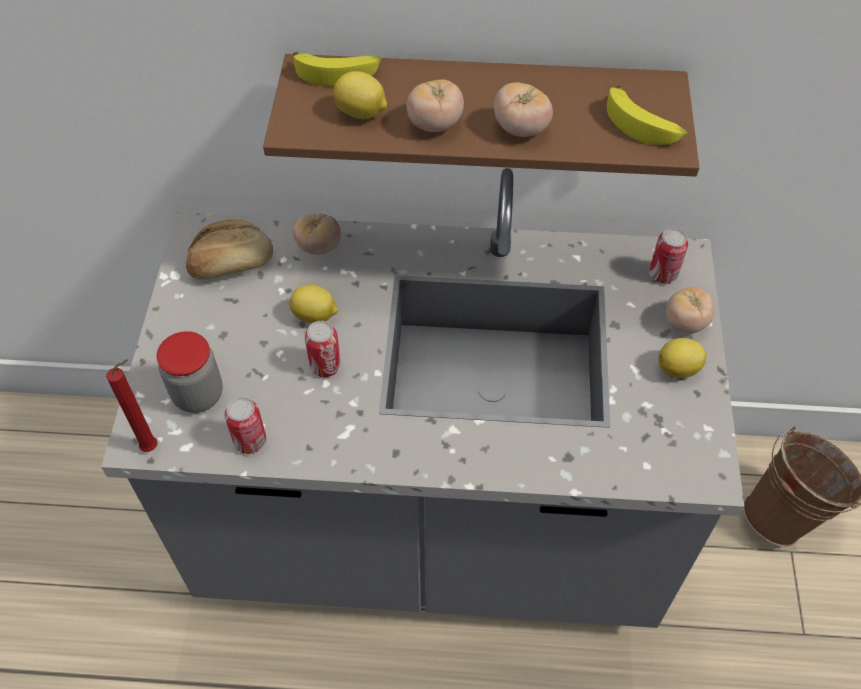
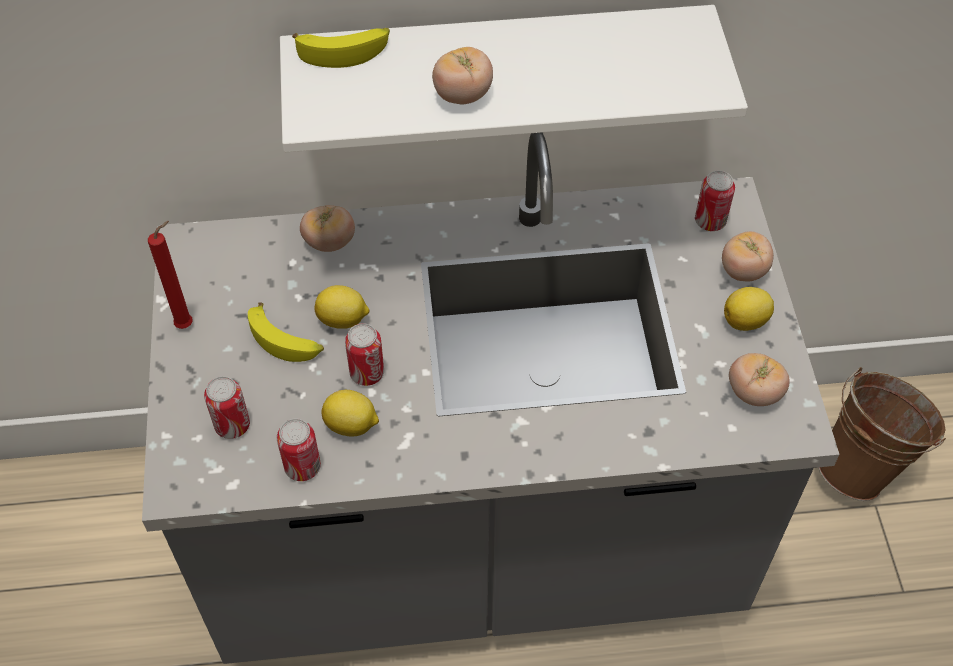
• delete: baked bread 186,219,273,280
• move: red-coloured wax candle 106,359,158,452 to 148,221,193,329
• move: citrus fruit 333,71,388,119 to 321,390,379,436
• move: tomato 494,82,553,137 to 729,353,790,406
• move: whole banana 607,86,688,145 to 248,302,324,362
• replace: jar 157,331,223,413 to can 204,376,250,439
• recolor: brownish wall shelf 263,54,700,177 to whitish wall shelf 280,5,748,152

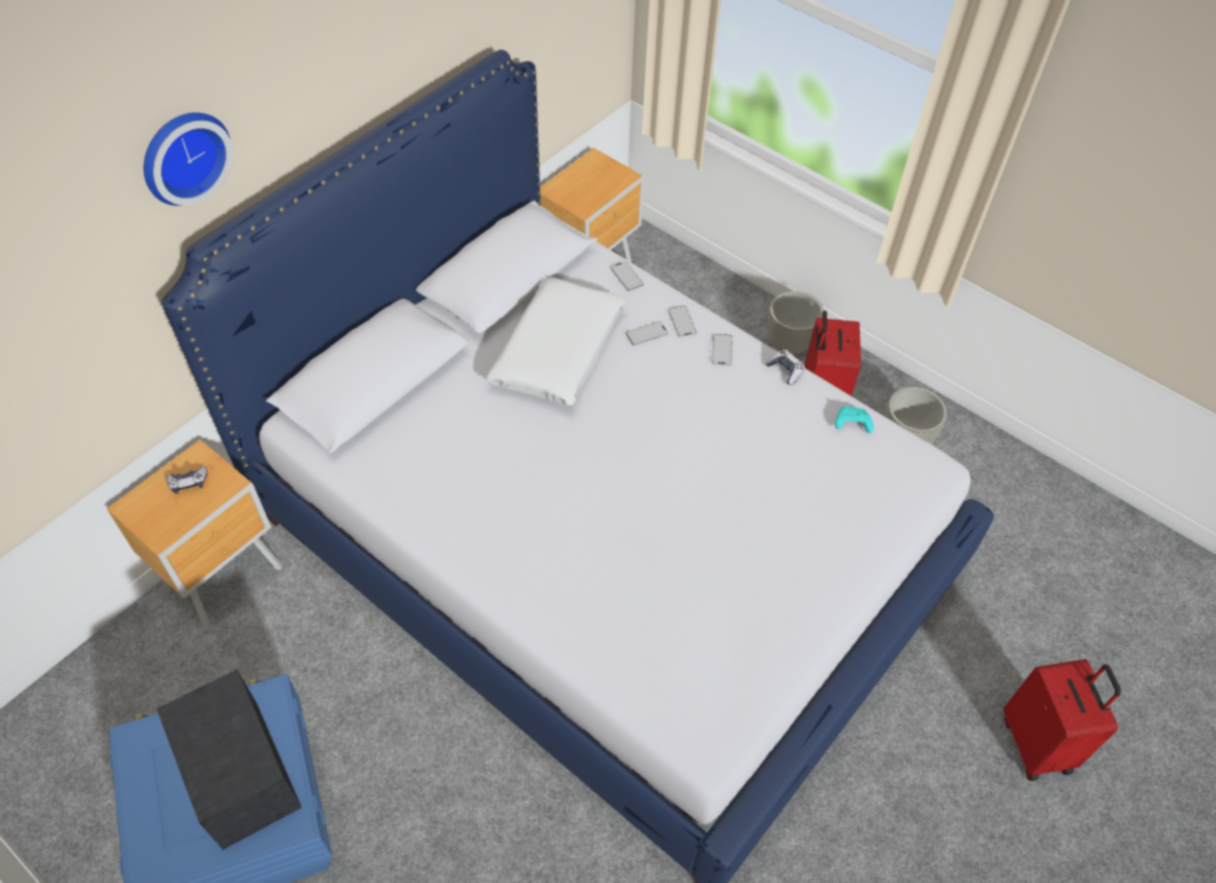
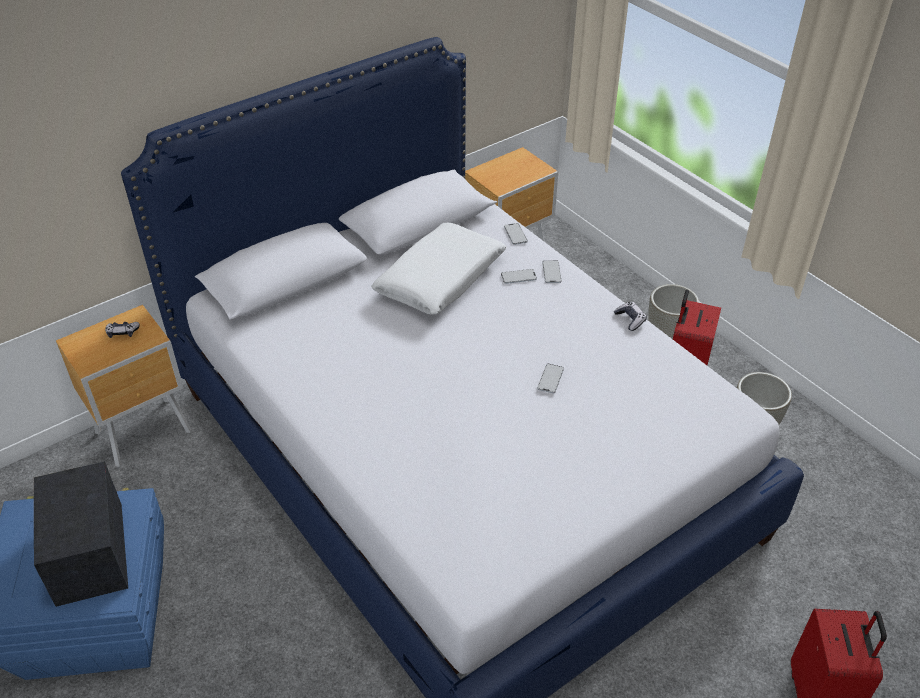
• delete: hanging clock 144,112,233,206
• delete: blue-green game controller 835,406,874,433
• move: handset 712,334,732,366 to 537,364,564,393

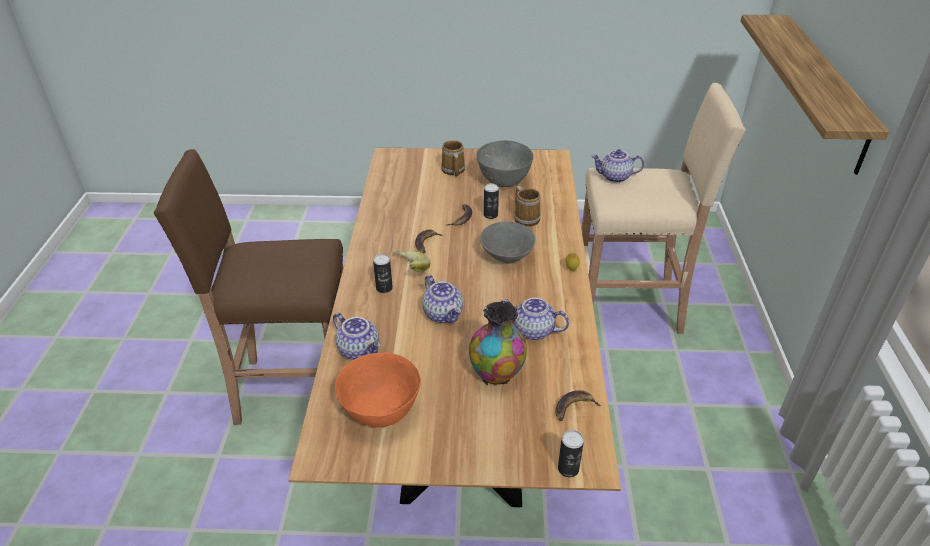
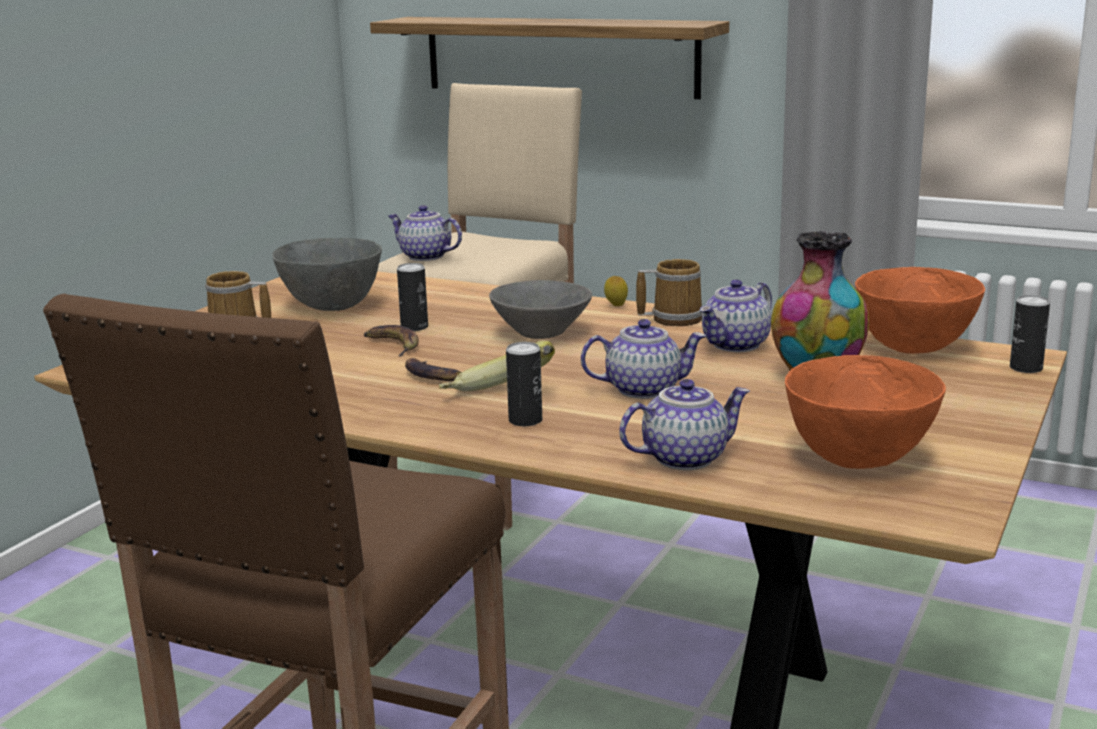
• move: mug 514,186,541,227 to 636,259,702,326
• replace: whole banana 555,390,602,421 to orange-coloured serving bowl 855,267,985,354
• rotate: tea pot 591,149,644,183 = 388,205,462,261 90 degrees clockwise

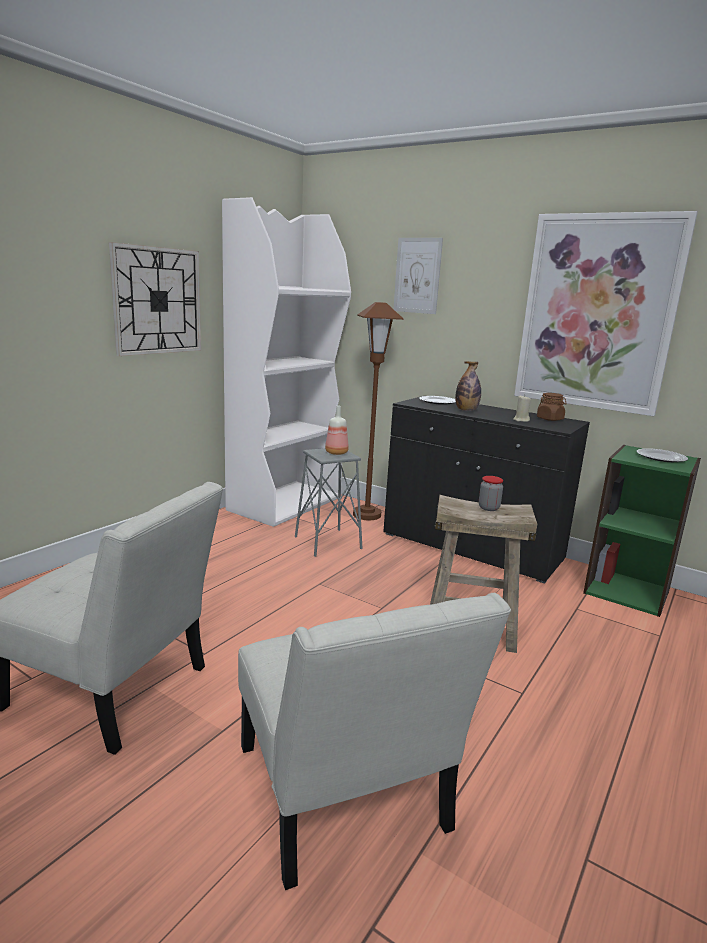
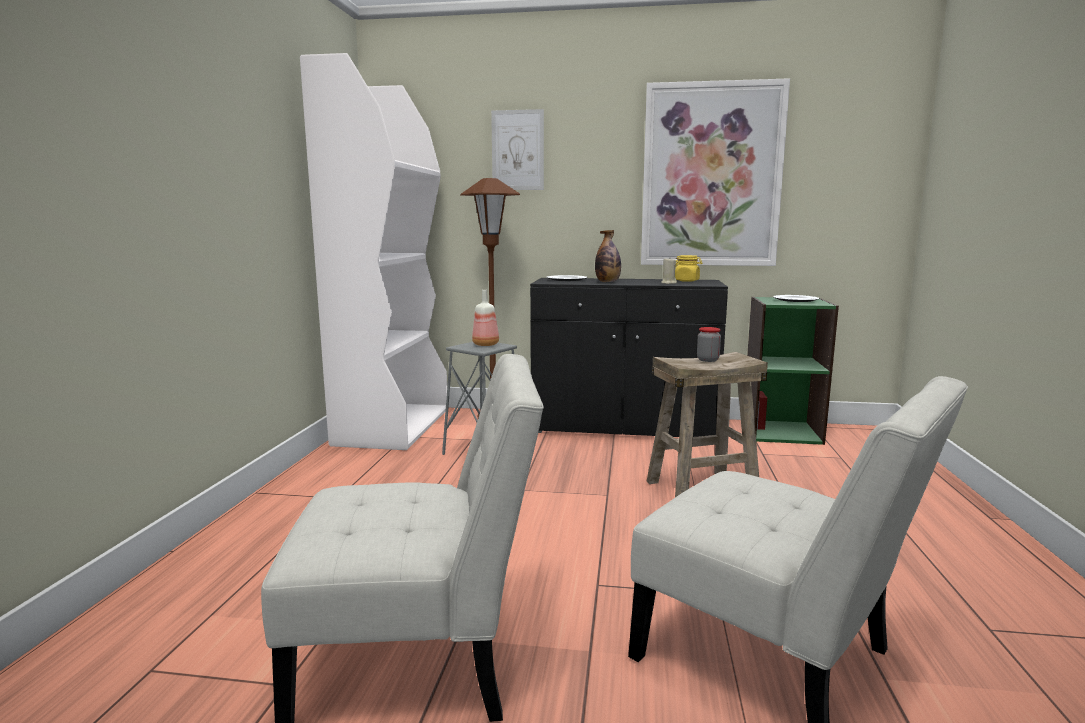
• delete: hanging clock 109,242,201,356
• recolor: brownish jar 537,393,567,421 to yellowish jar 675,255,703,282

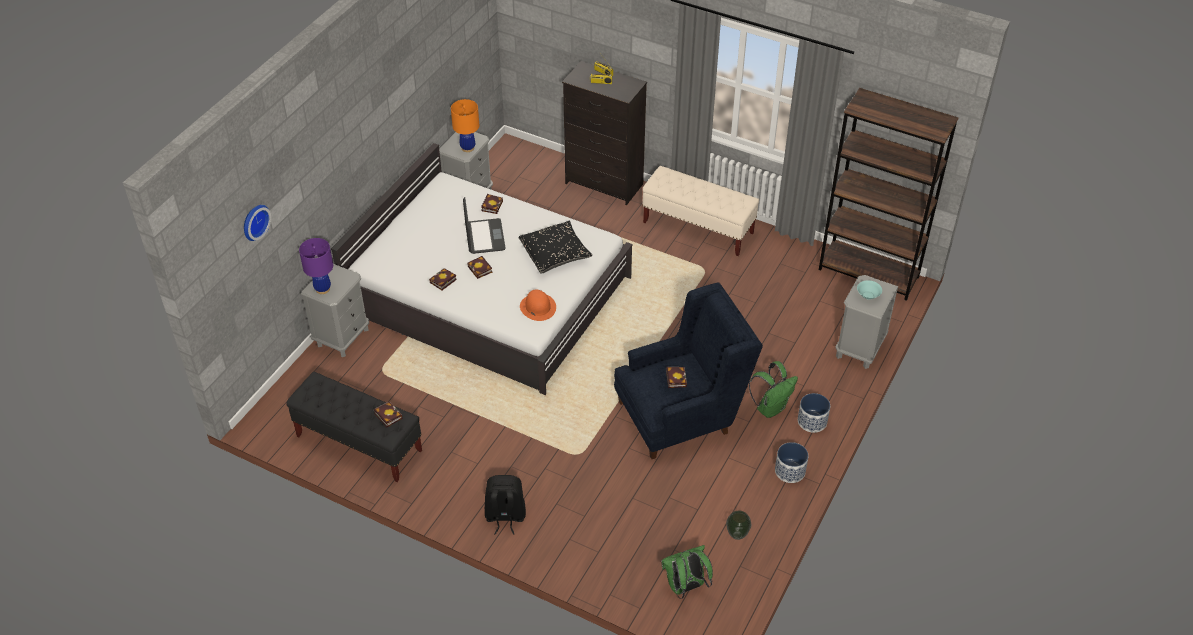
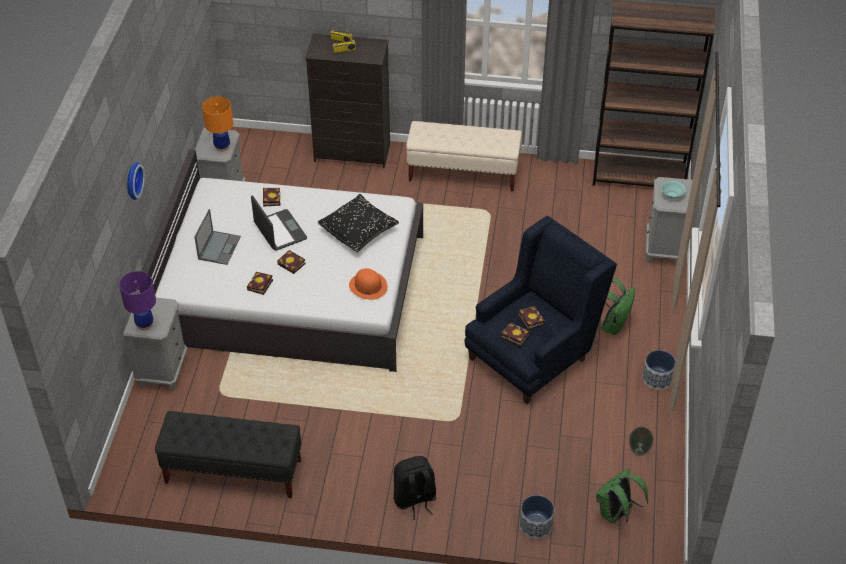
• insert: laptop 194,209,241,265
• move: hanging clock 244,205,271,241 to 127,162,145,200
• move: book 374,401,402,427 to 501,323,530,347
• move: plant pot 798,393,830,433 to 520,495,554,539

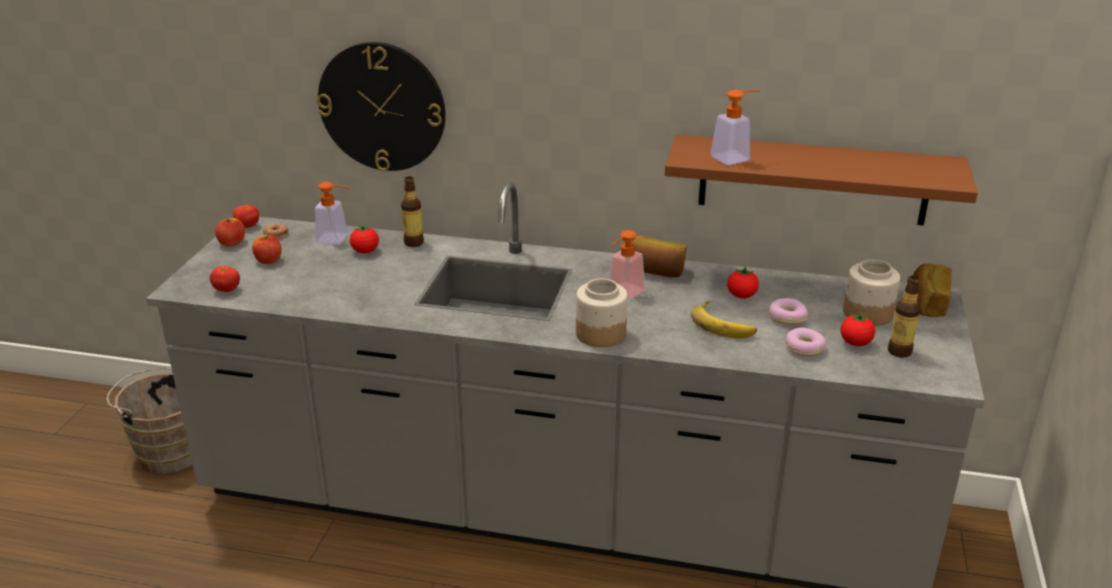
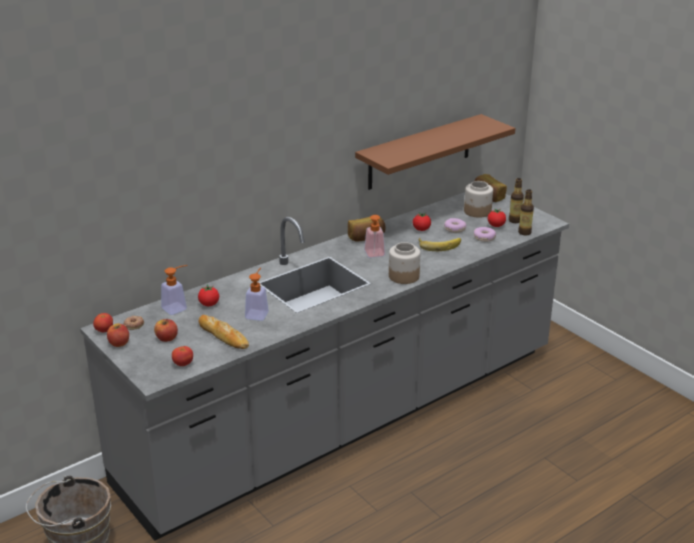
• delete: hanging clock 317,42,446,171
• insert: baked bread 199,315,249,349
• move: drink bottle 401,176,424,247 to 518,189,534,236
• move: liquid soap bottle 710,90,760,165 to 245,268,269,321

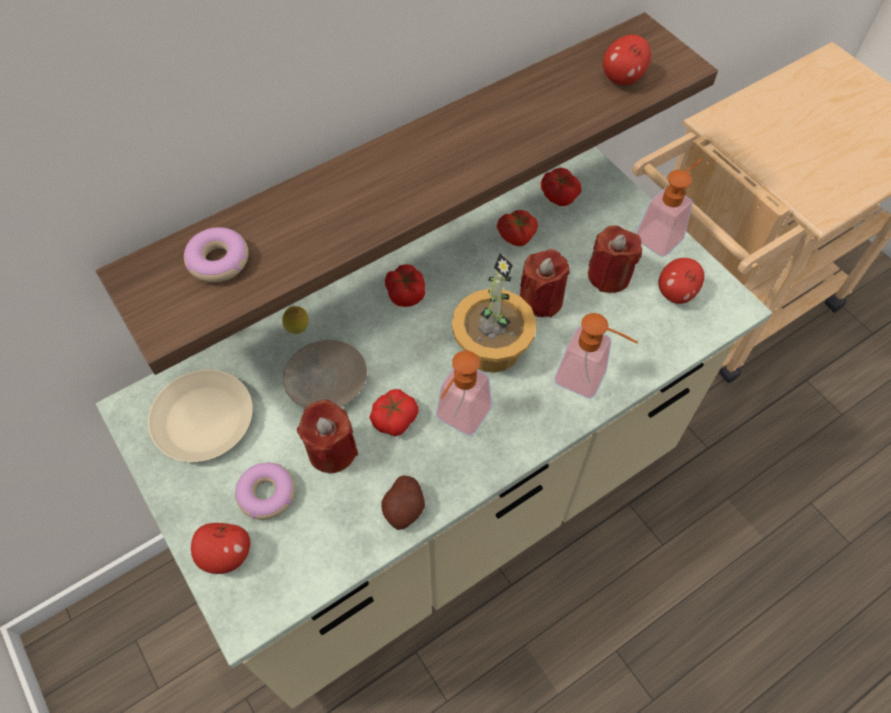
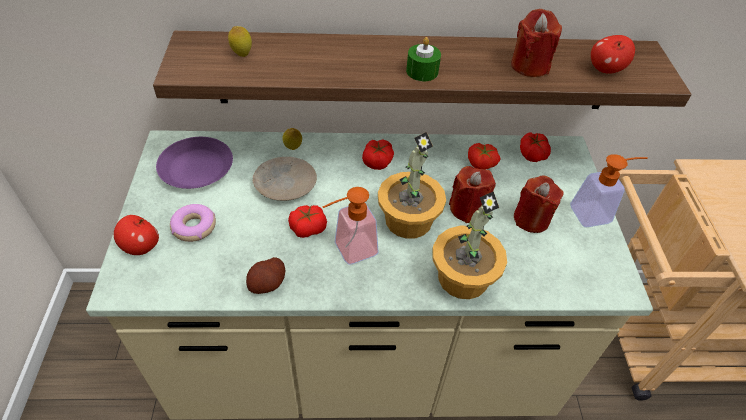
• delete: apple fruit 658,258,704,304
• insert: green-coloured wax candle 406,37,441,81
• move: red-coloured wax candle 297,400,358,474 to 511,9,562,77
• replace: ring doughnut 184,227,249,283 to citrus fruit 228,26,252,57
• replace: liquid soap bottle 554,313,638,398 to houseplant 432,191,507,299
• recolor: beige-coloured dinner plate 148,370,253,462 to purplish dinner plate 156,137,233,189

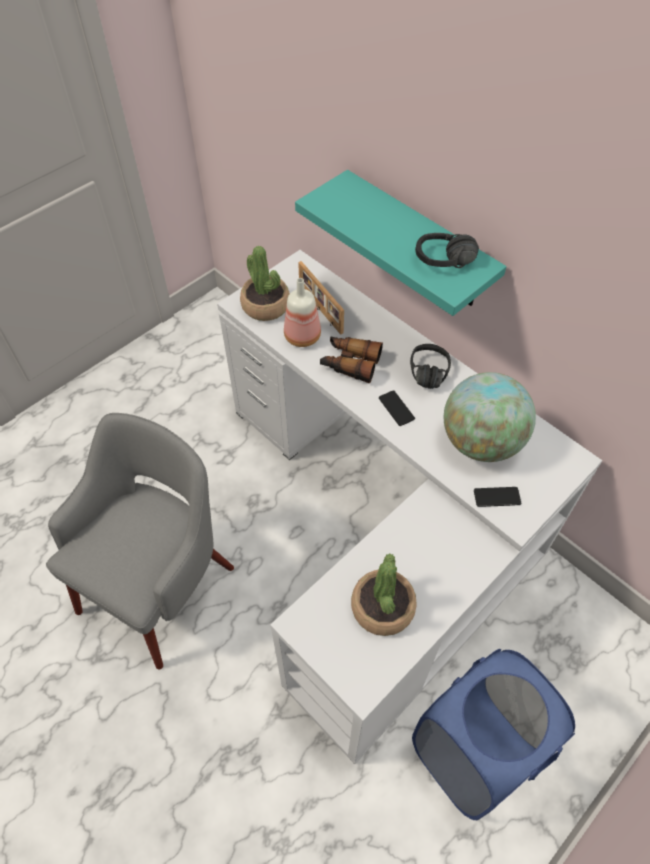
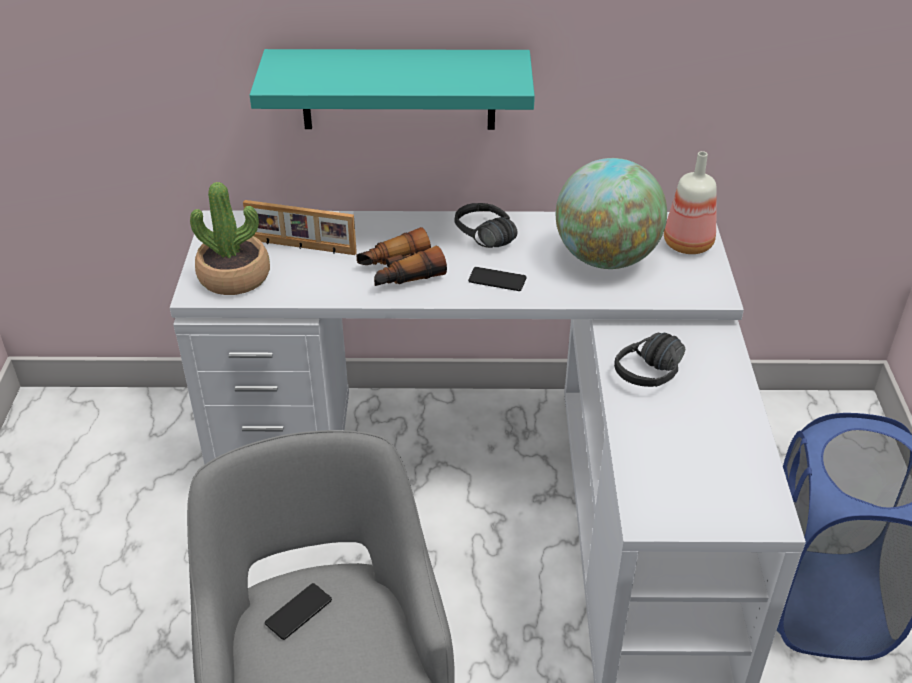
• delete: houseplant 351,553,417,636
• move: drink bottle 284,278,321,347 to 664,151,717,254
• move: blackish headphones 415,233,479,268 to 614,333,685,387
• move: handset 474,487,521,507 to 265,583,332,640

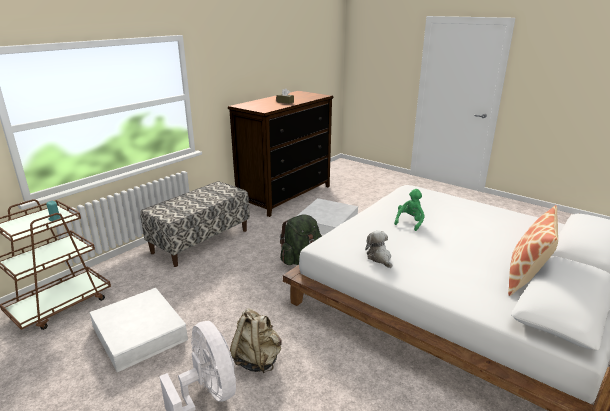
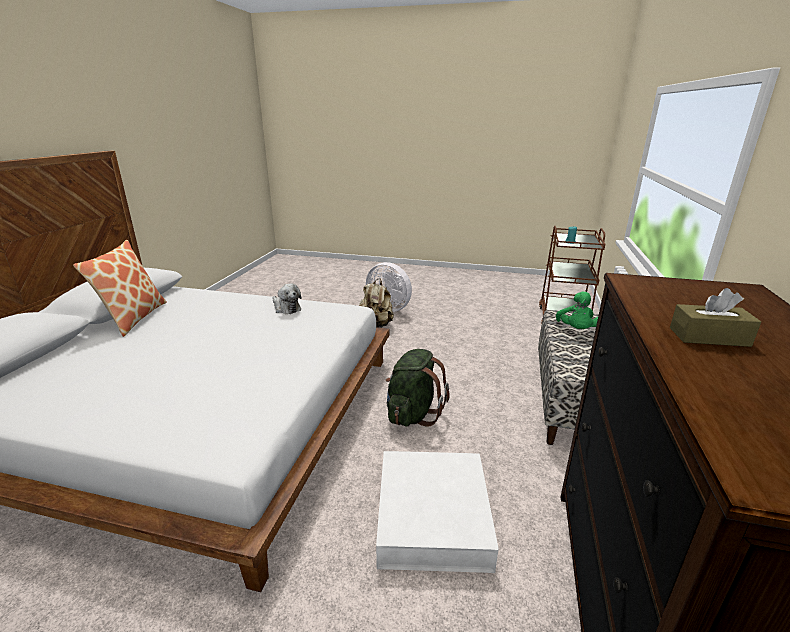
• delete: whitish storage box 89,288,188,372
• move: green-coloured plush toy 394,189,425,231 to 556,292,598,329

